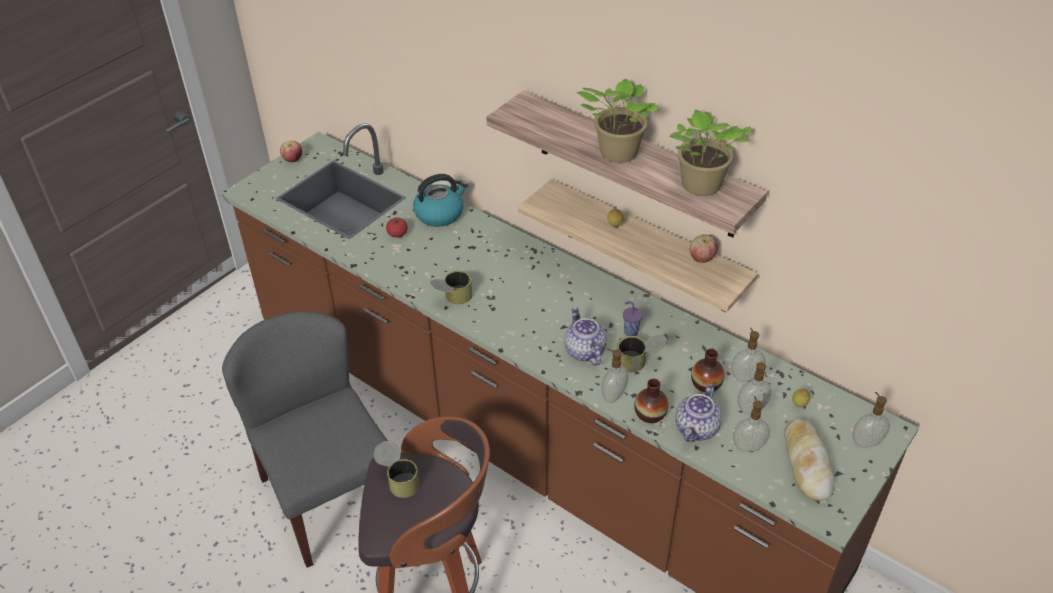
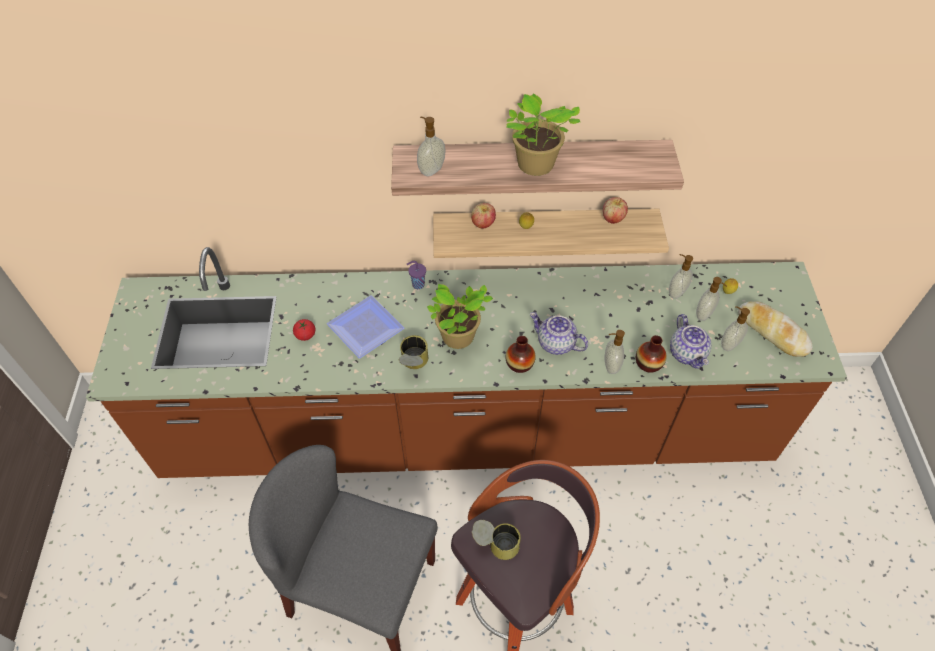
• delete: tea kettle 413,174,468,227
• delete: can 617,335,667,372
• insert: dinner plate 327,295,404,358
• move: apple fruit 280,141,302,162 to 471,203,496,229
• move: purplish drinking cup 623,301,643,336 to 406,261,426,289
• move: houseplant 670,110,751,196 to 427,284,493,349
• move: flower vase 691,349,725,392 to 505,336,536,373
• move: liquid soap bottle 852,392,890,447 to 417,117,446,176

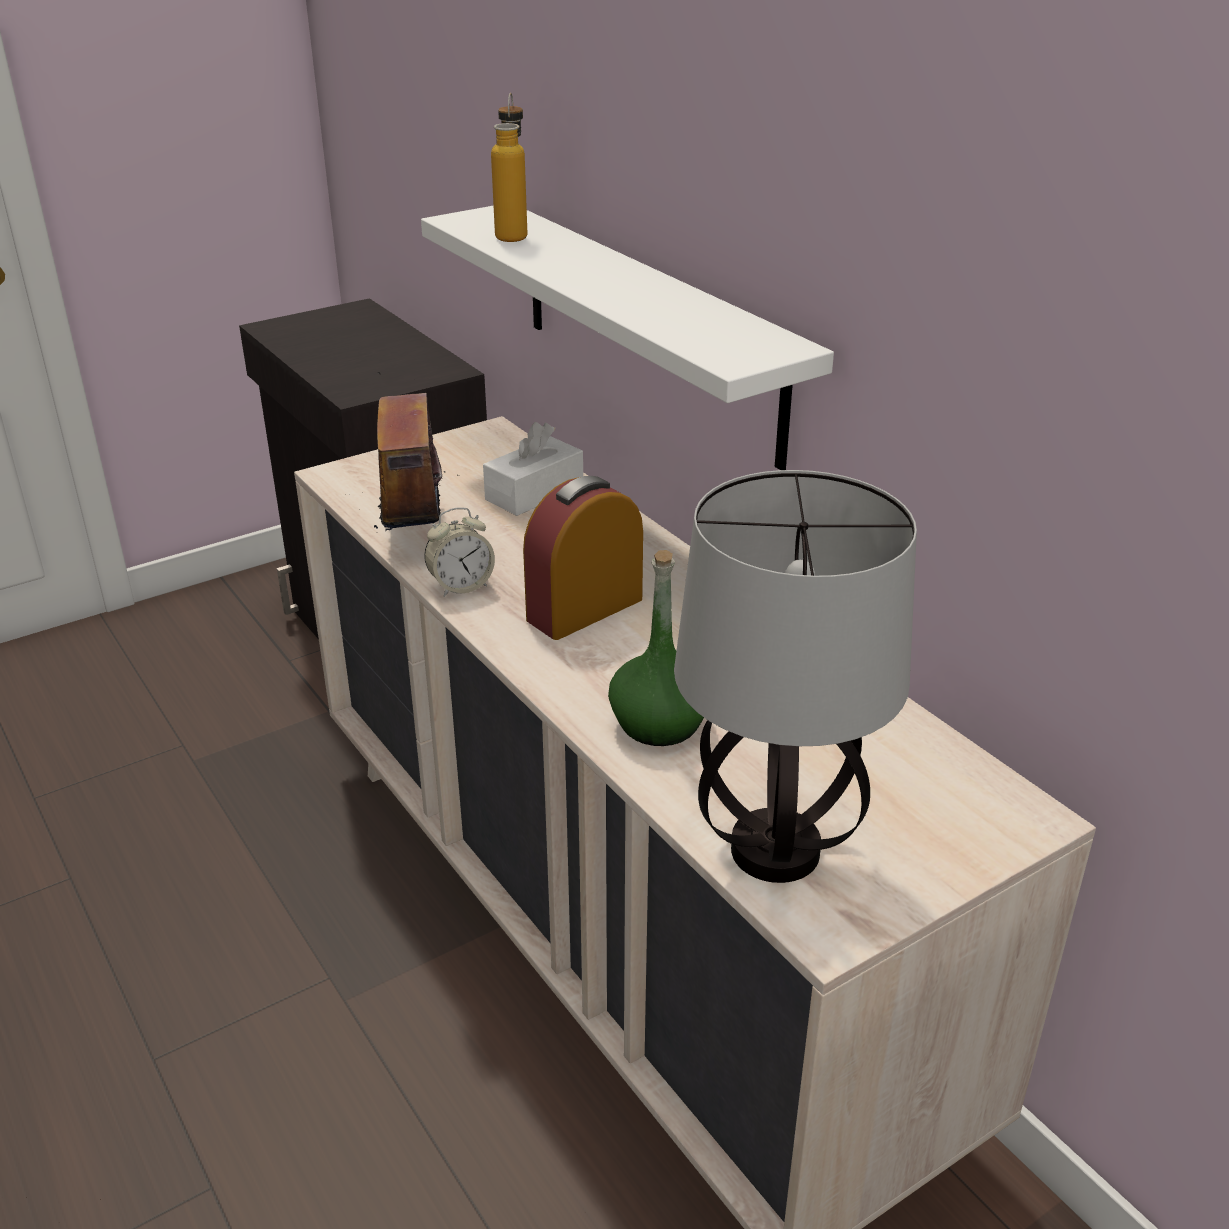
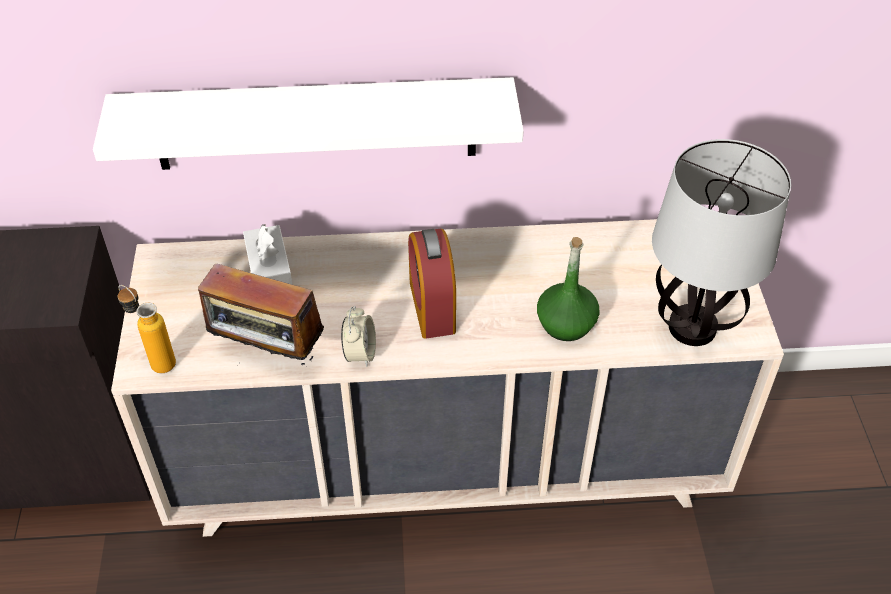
• move: drink bottle 491,93,527,242 to 118,285,176,373

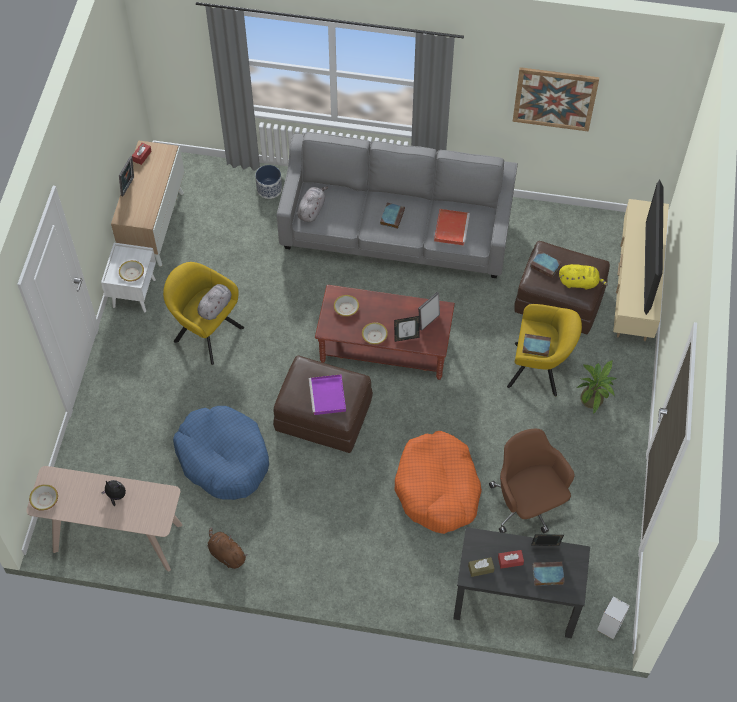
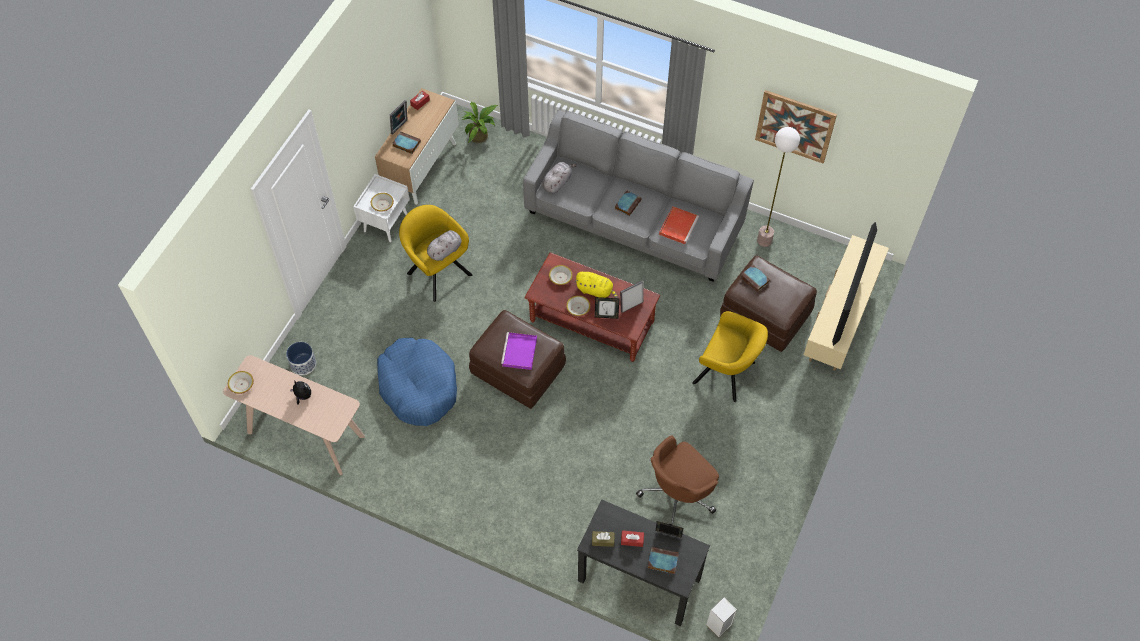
• delete: brownish plush toy 208,527,248,569
• delete: orange-coloured pet bed 395,431,482,534
• insert: standard lamp 757,127,800,247
• move: plant pot 255,165,282,199 to 286,342,316,375
• move: book 522,334,551,357 to 392,131,421,154
• move: yellowish plush toy 559,264,608,290 to 575,272,618,298
• move: houseplant 577,361,616,414 to 462,102,498,143
• rotate: brownish office chair 489,429,574,533 = 636,435,719,525 120 degrees counterclockwise

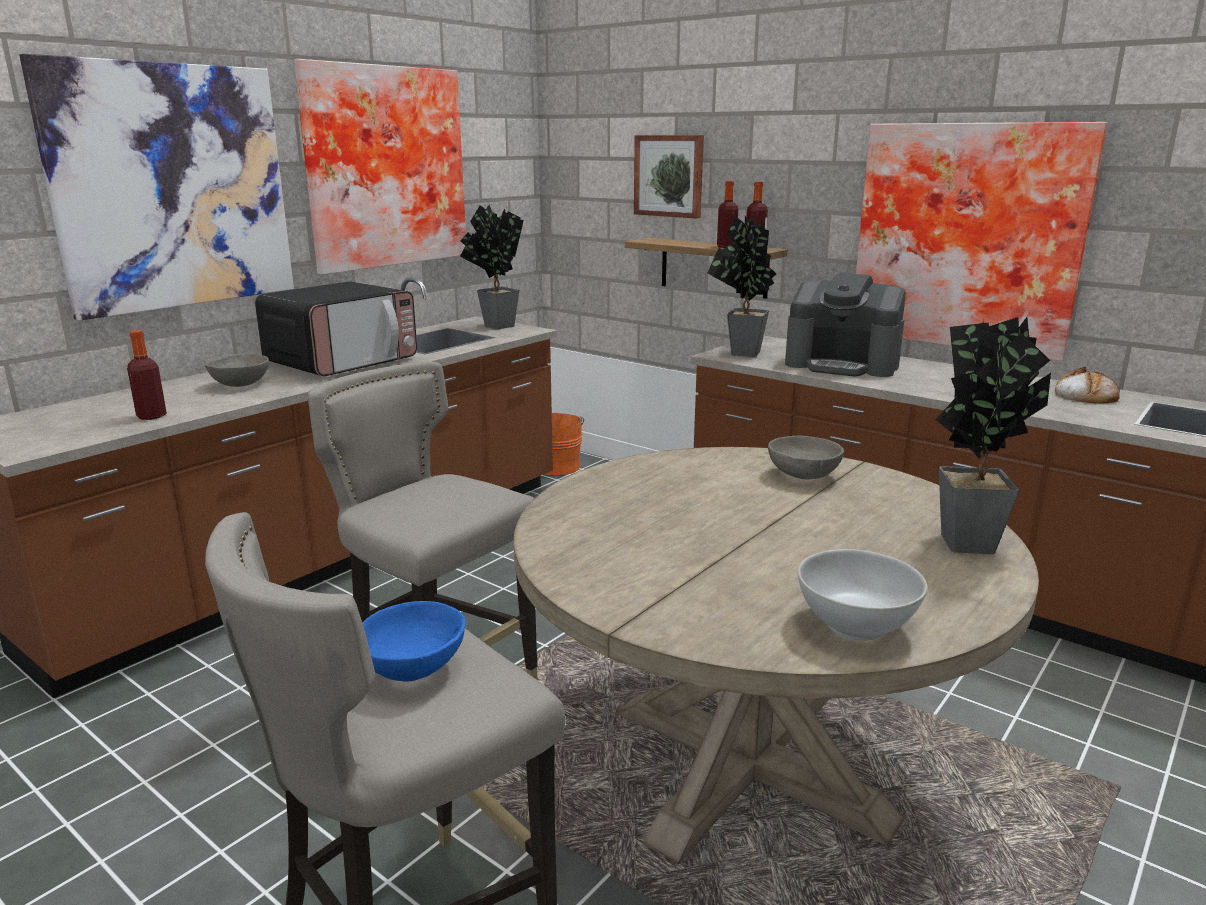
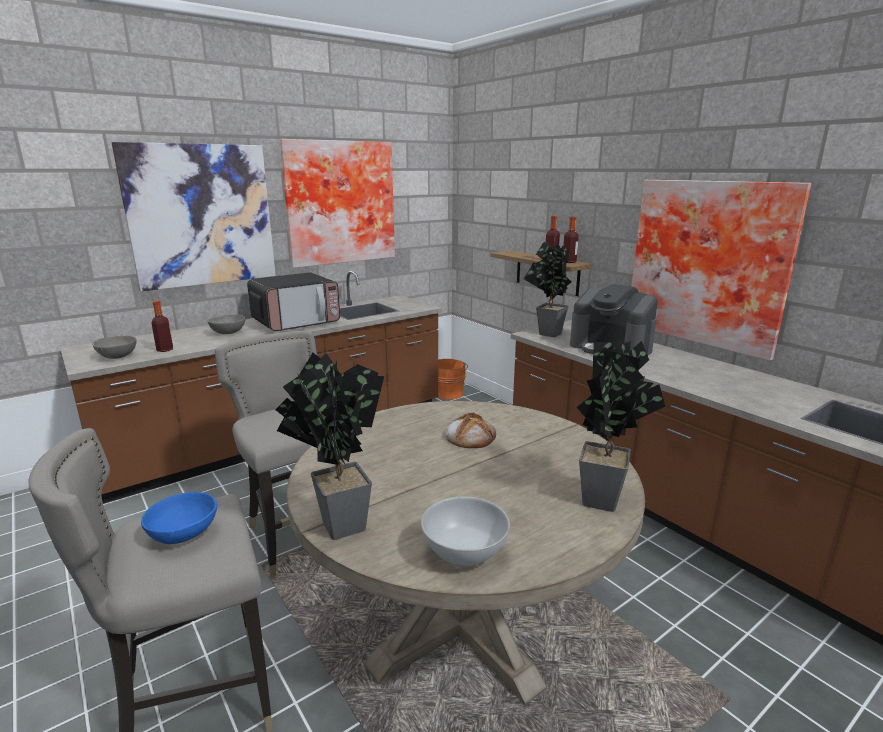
• delete: wall art 634,135,704,219
• move: houseplant 460,205,524,329 to 276,353,384,540
• move: gray serving bowl 768,436,844,479 to 92,336,137,359
• move: baked bread 1055,367,1120,404 to 445,413,496,448

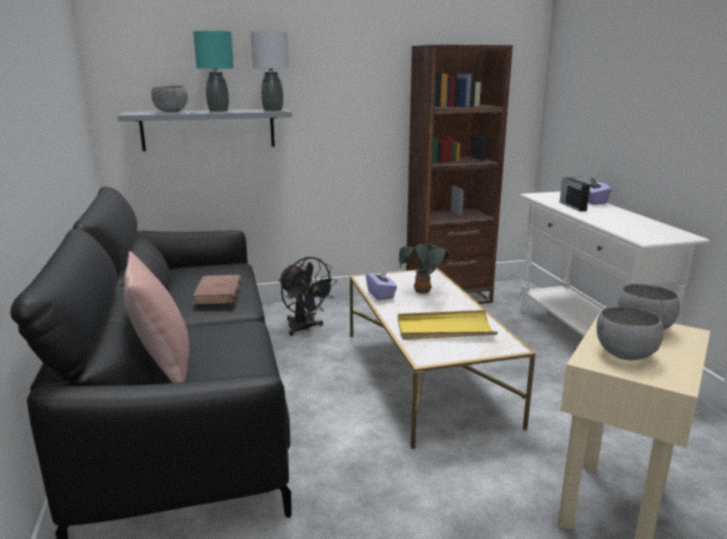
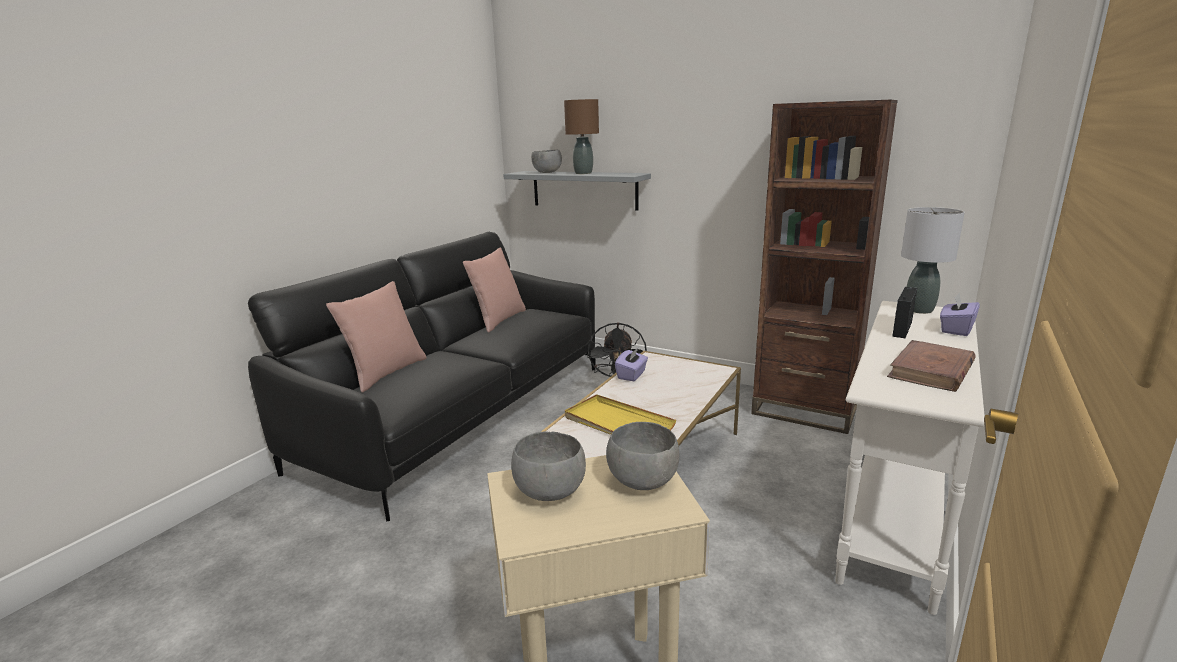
• delete: houseplant 399,244,449,294
• insert: pink pillow 463,247,526,333
• move: brownish book 193,275,241,304 to 887,340,975,392
• move: gray table lamp 251,31,289,111 to 901,207,965,314
• recolor: blue-green table lamp 193,31,234,112 to brownish table lamp 564,99,599,174

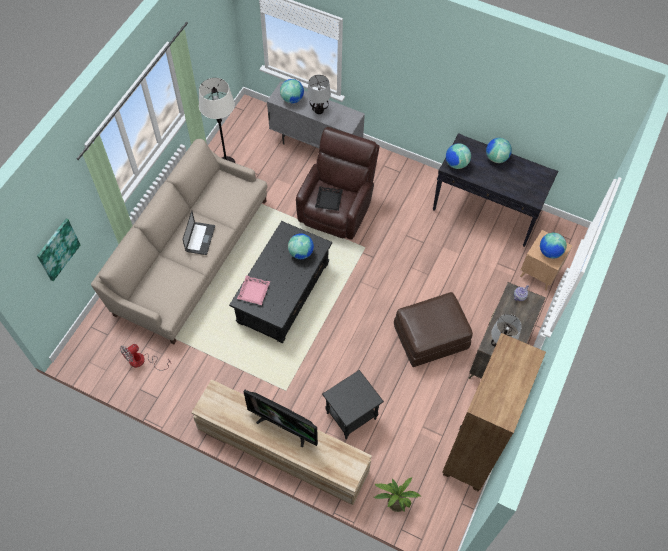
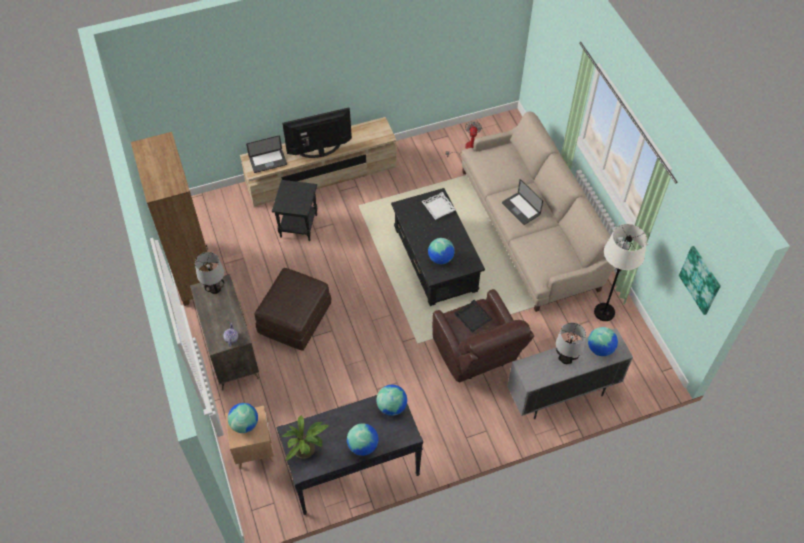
• insert: laptop 246,135,287,173
• move: wall art 37,219,80,281 to 679,246,721,315
• move: houseplant 374,477,421,512 to 281,415,329,460
• recolor: pink carrying tray 237,275,270,305 to whitish carrying tray 421,192,456,220

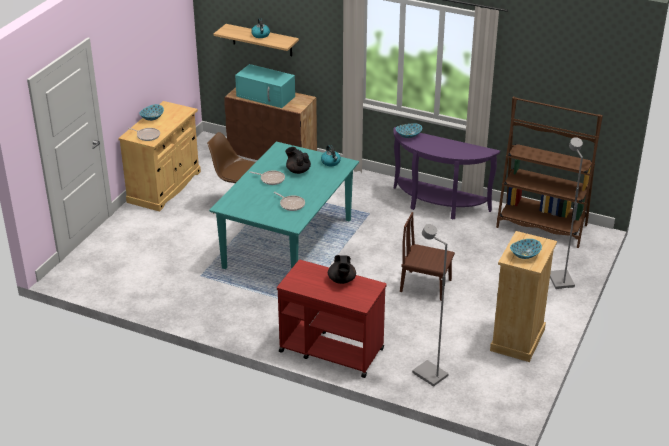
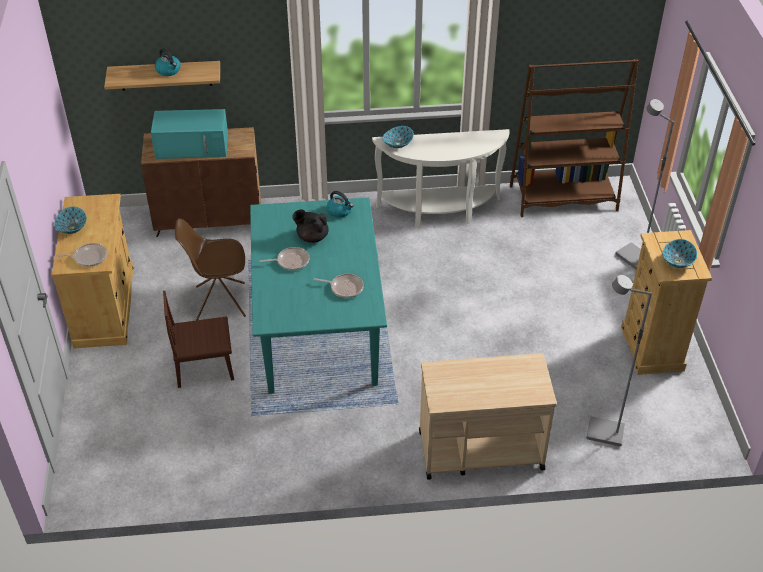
• delete: blackish tea pot 328,255,356,284
• move: brownish upright chair 400,212,455,301 to 163,291,234,388
• recolor: red-coloured trolley 277,260,387,378 to beige-coloured trolley 419,353,557,480
• recolor: purplish console table 393,127,500,219 to whitish console table 372,129,510,228

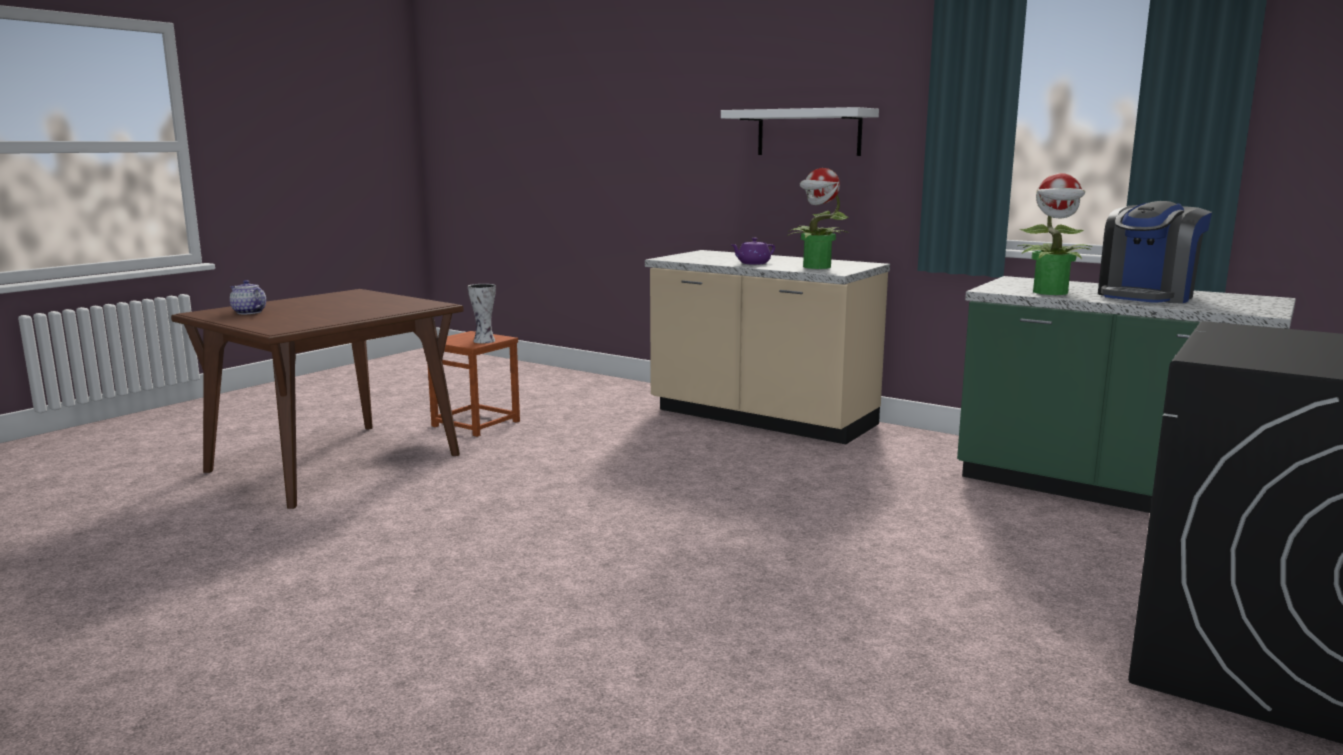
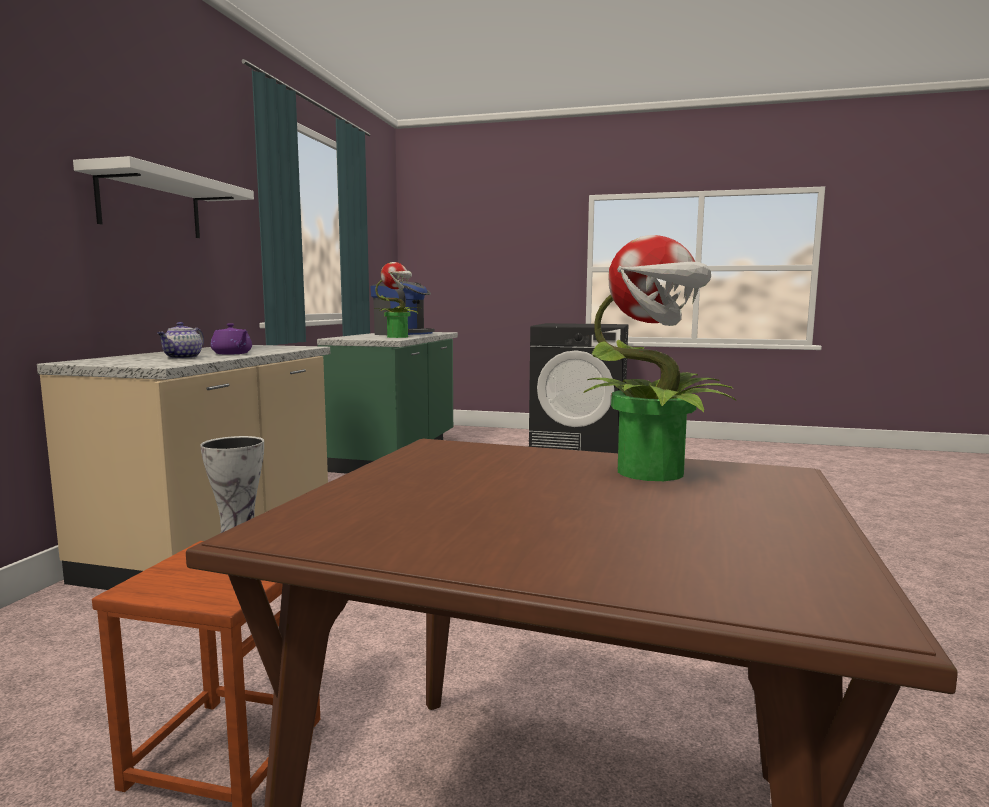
• move: tea pot 230,280,266,315 to 157,322,204,359
• move: houseplant 787,168,849,269 to 584,235,736,481

